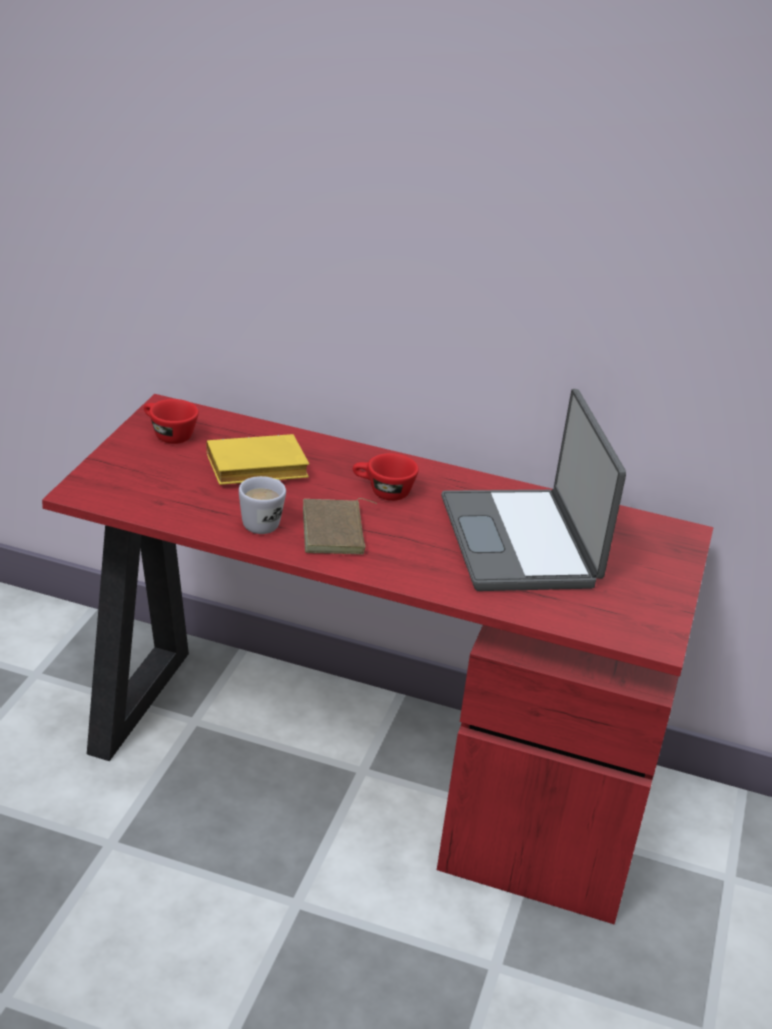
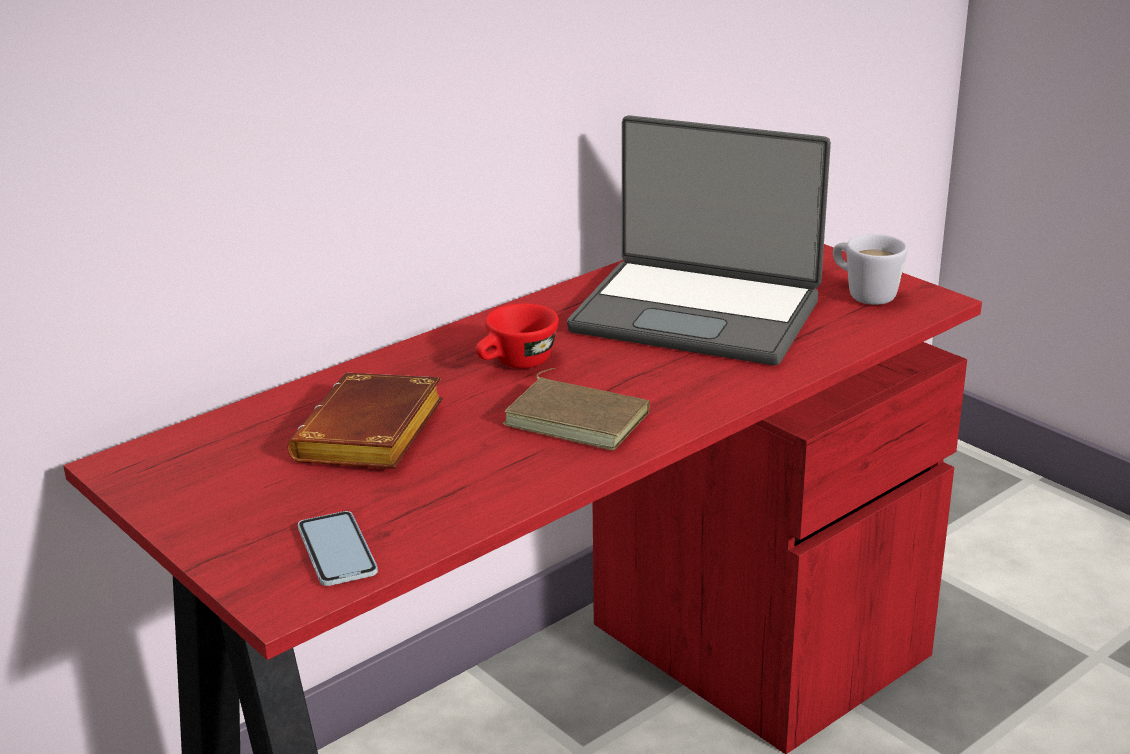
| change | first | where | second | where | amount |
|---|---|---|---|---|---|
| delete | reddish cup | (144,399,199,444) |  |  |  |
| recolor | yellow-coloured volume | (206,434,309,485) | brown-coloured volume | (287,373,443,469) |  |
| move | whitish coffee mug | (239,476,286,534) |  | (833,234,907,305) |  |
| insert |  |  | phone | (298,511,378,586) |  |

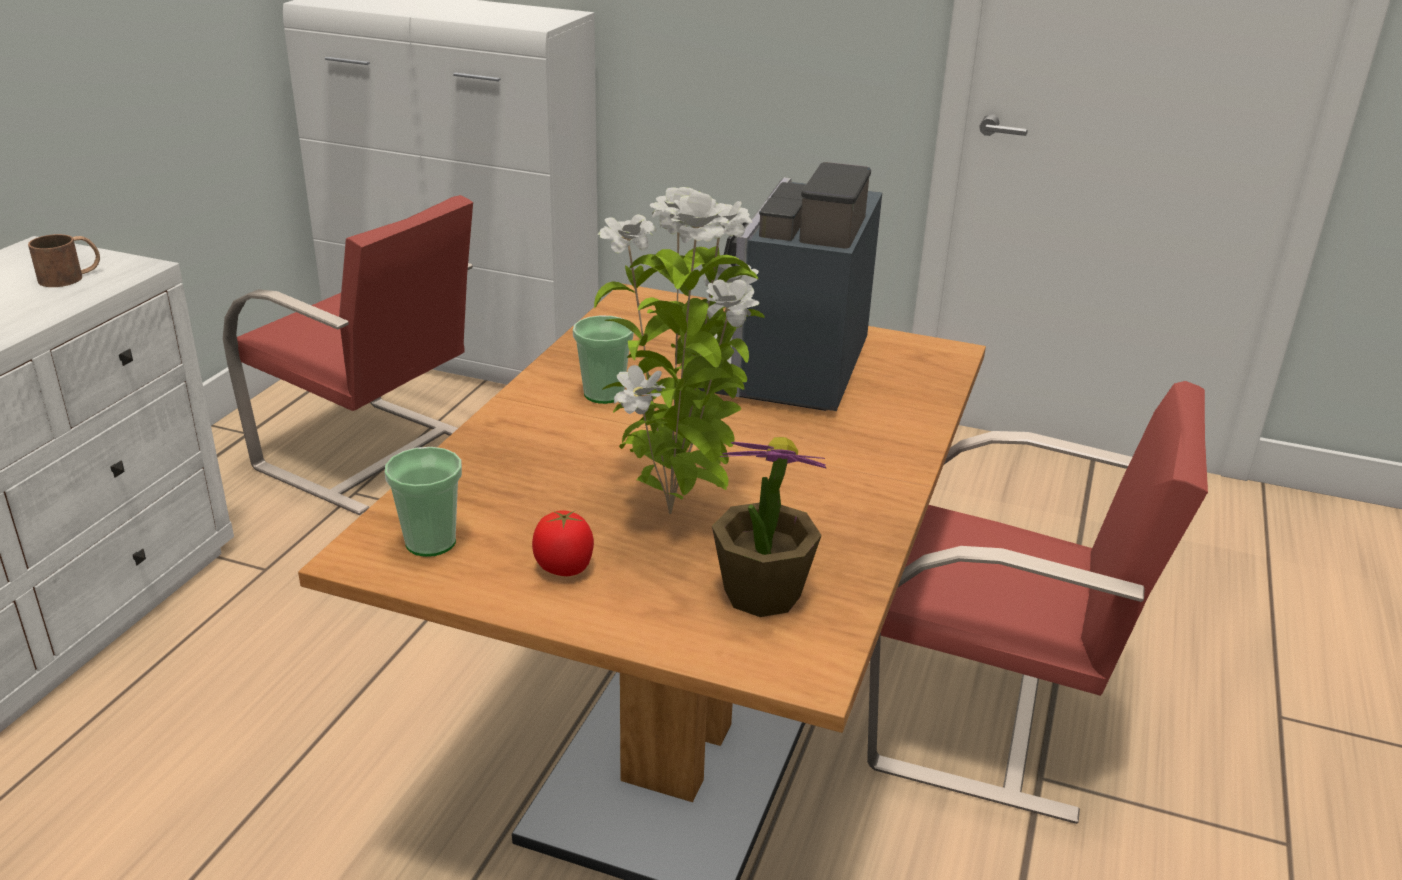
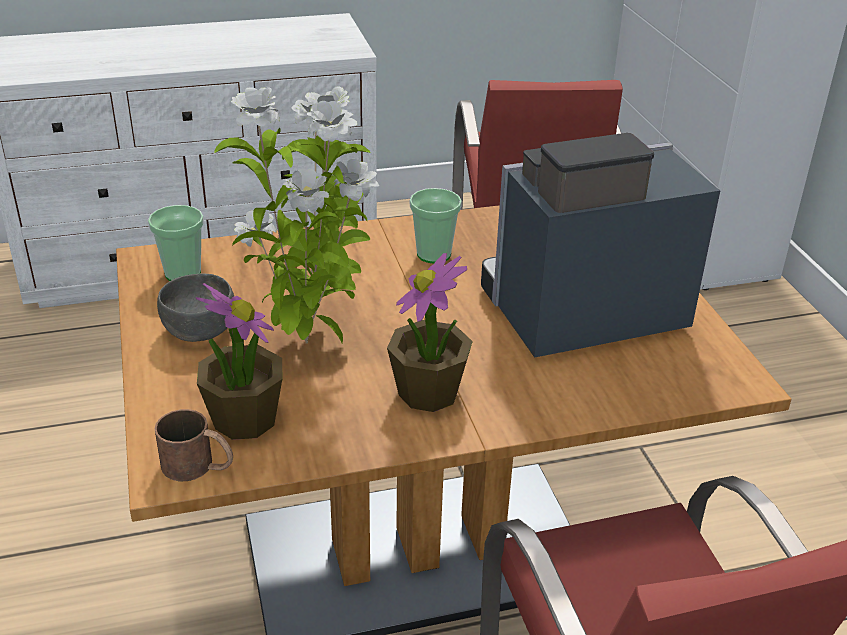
| change | first | where | second | where | amount |
|---|---|---|---|---|---|
| move | brown-coloured coffee mug | (28,234,100,287) |  | (155,409,233,481) |  |
| replace | fresh tomato | (532,510,594,576) | greyish bowl | (157,274,234,342) |  |
| insert |  |  | houseplant | (387,253,473,412) |  |

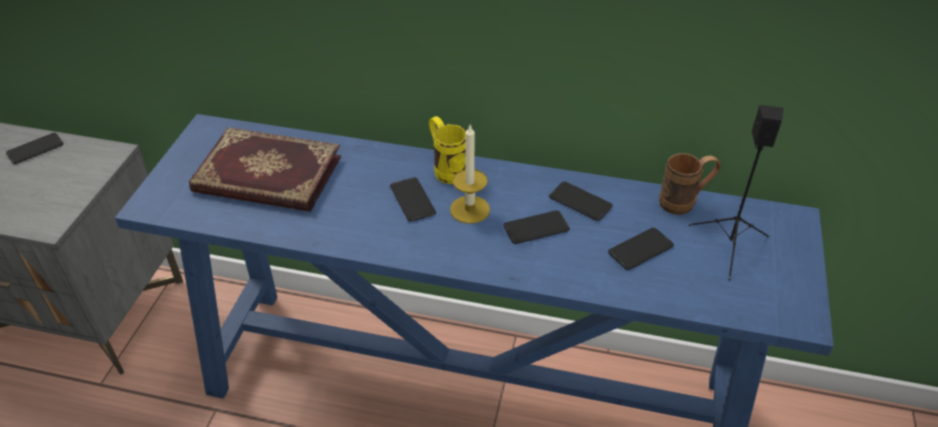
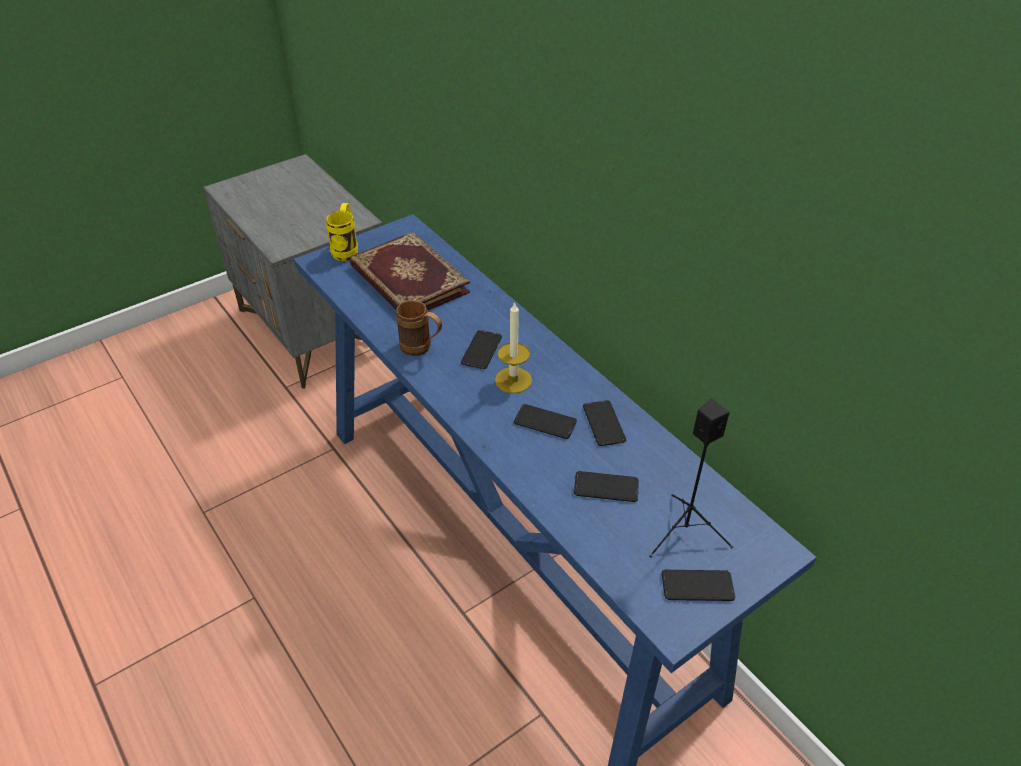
| change | first | where | second | where | amount |
|---|---|---|---|---|---|
| move | phone | (6,133,64,164) |  | (662,570,735,601) |  |
| move | yellow-coloured coffee mug | (429,116,466,184) |  | (326,203,358,261) |  |
| move | brown-coloured coffee mug | (659,153,721,215) |  | (396,300,442,356) |  |

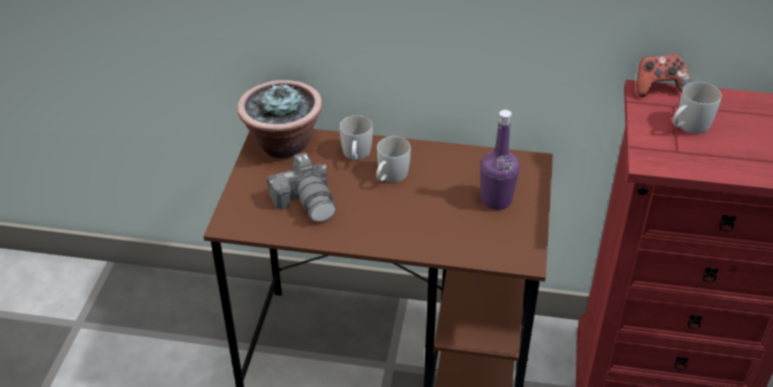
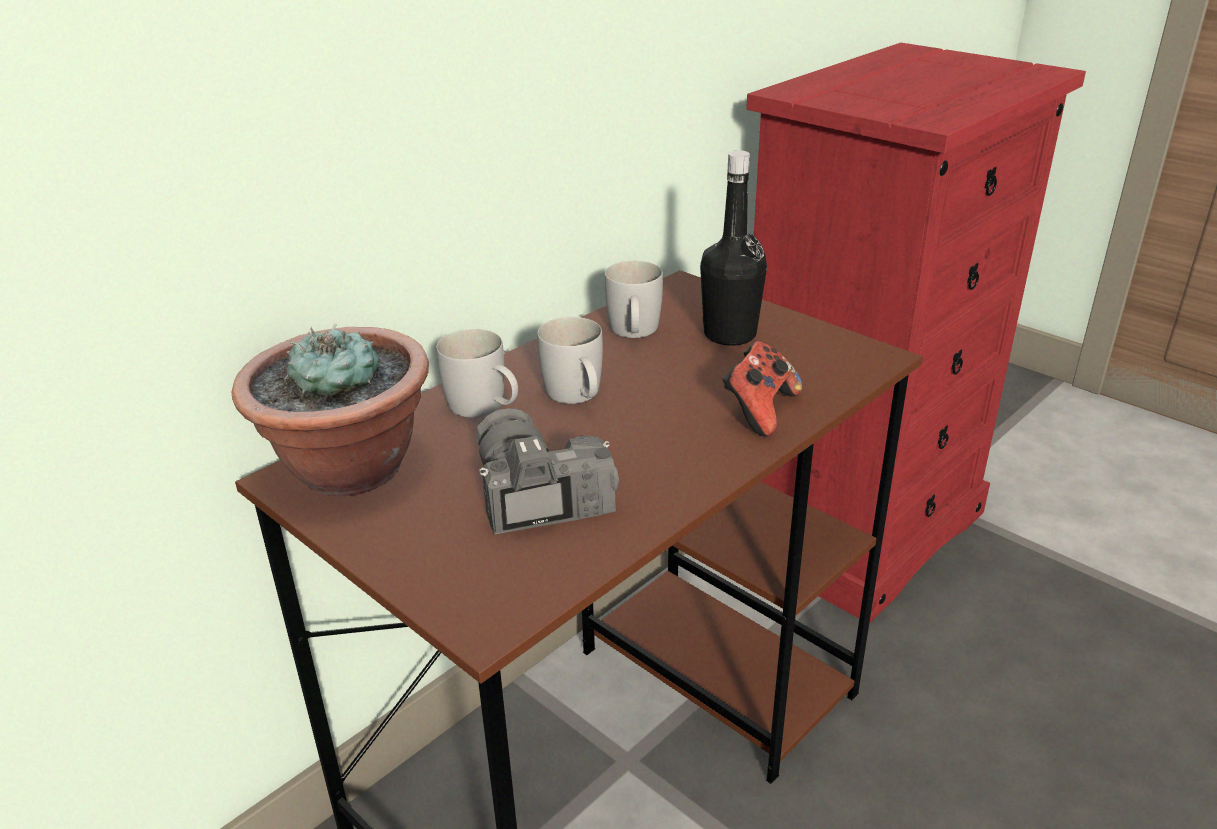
| change | first | where | second | where | amount |
|---|---|---|---|---|---|
| rotate | photo camera | (267,152,337,222) |  | (476,408,619,535) | 120 degrees counterclockwise |
| recolor | purple-coloured beverage bottle | (480,110,519,210) | black-coloured beverage bottle | (700,150,767,346) |  |
| move | gamepad | (637,54,690,97) |  | (722,341,802,437) |  |
| move | whitish coffee mug | (673,82,722,134) |  | (605,261,663,338) |  |

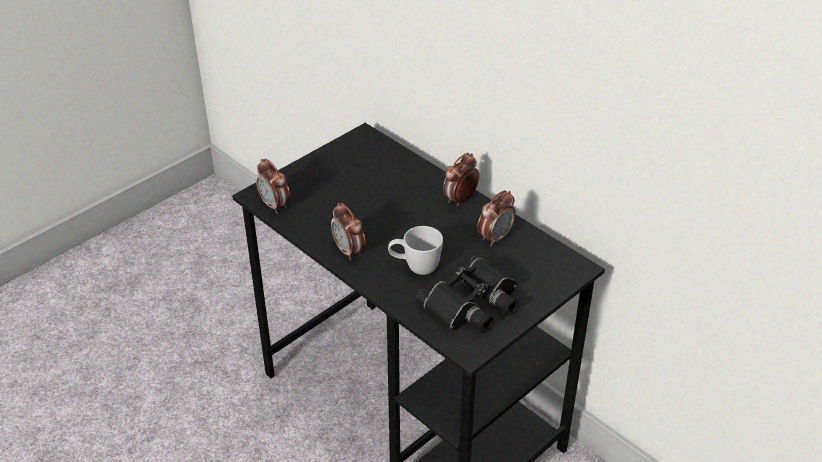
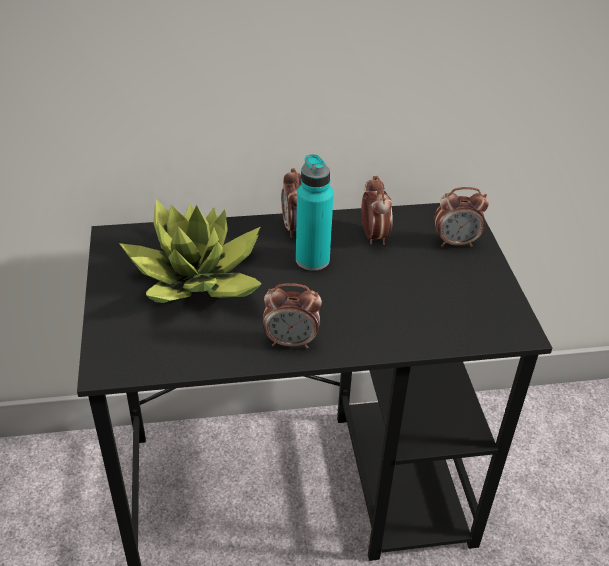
| change | first | where | second | where | amount |
|---|---|---|---|---|---|
| move | bedside clock | (256,159,290,214) |  | (434,187,489,247) |  |
| delete | whitish coffee mug | (388,226,443,275) |  |  |  |
| delete | black-coloured pair of binoculars | (416,255,519,333) |  |  |  |
| insert |  |  | houseplant | (119,198,262,303) |  |
| insert |  |  | blue-green beverage bottle | (296,154,334,271) |  |

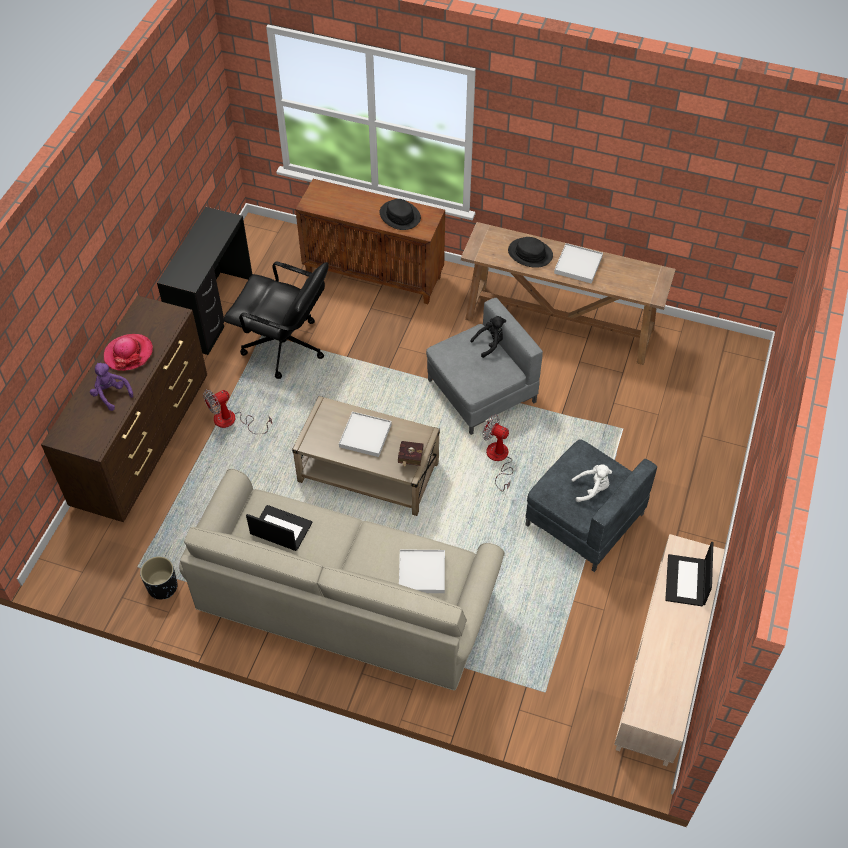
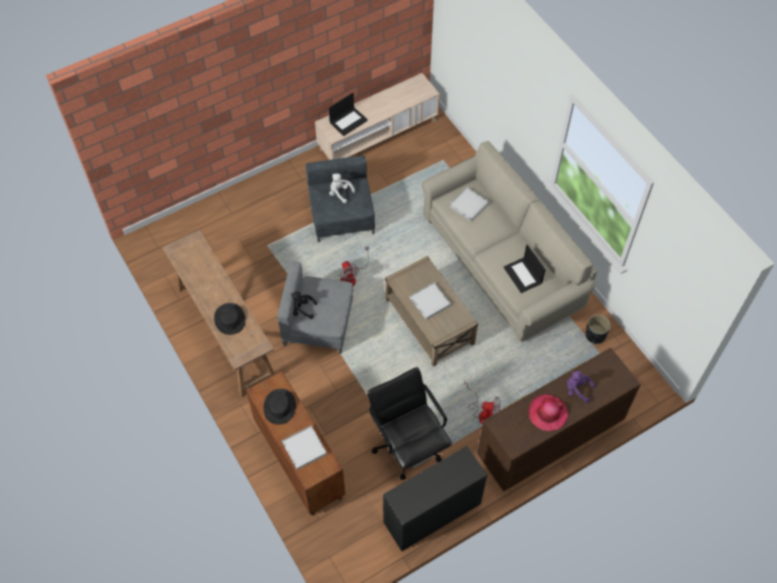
| change | first | where | second | where | amount |
|---|---|---|---|---|---|
| rotate | purple-coloured cuddly toy | (90,362,133,411) |  | (567,371,595,403) | 120 degrees clockwise |
| delete | reddish volume | (398,441,424,467) |  |  |  |
| move | whitish serving tray | (554,243,603,284) |  | (282,425,327,470) |  |

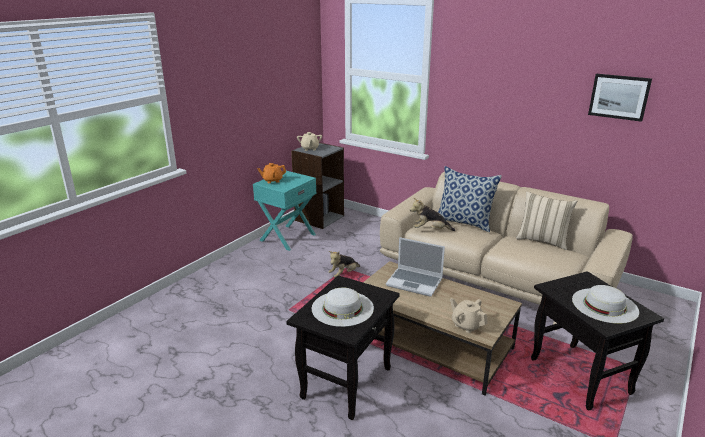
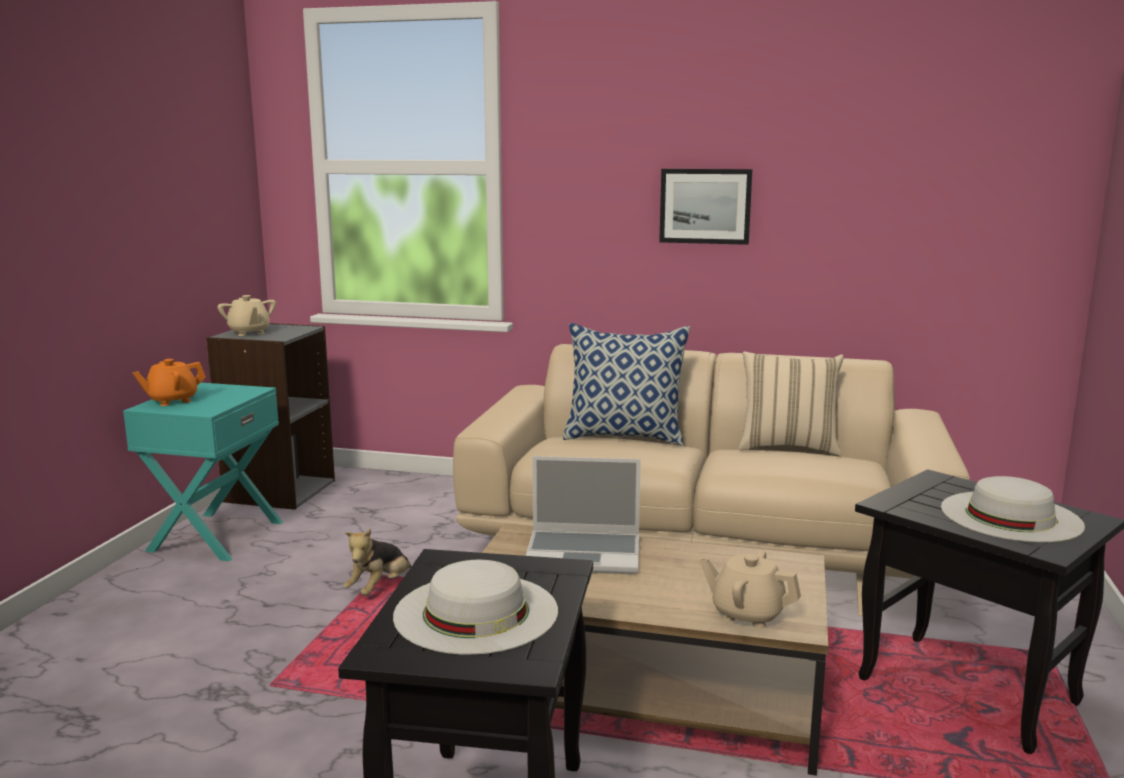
| change | first | where | second | where | amount |
|---|---|---|---|---|---|
| delete | cuddly toy | (410,198,455,231) |  |  |  |
| move | picture | (588,74,652,122) |  | (659,169,753,245) |  |

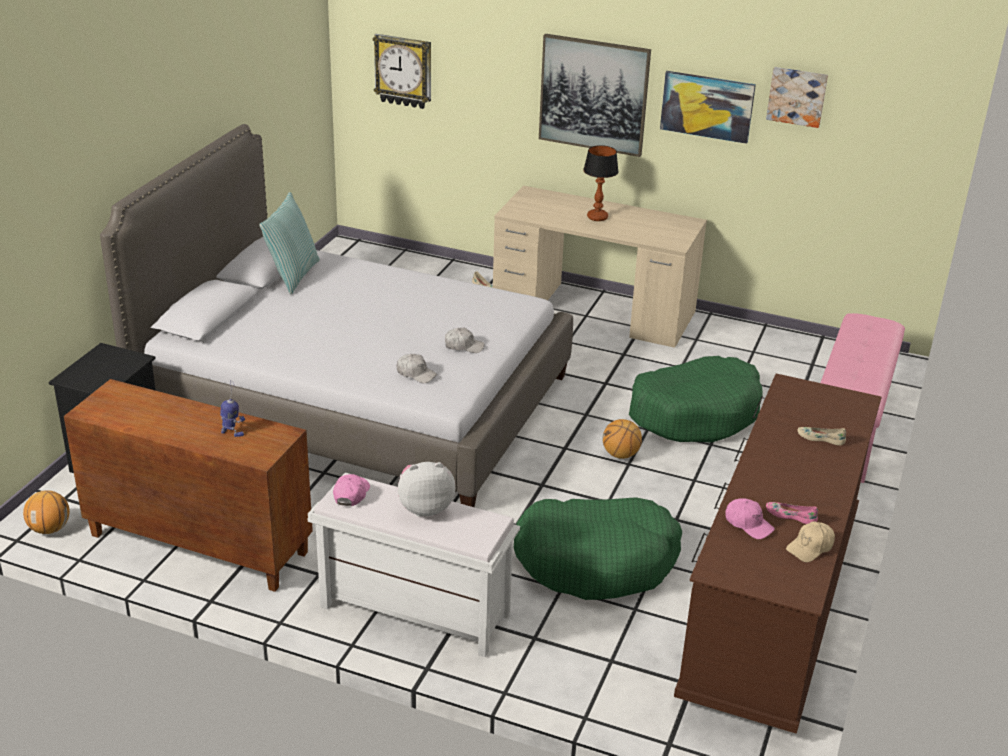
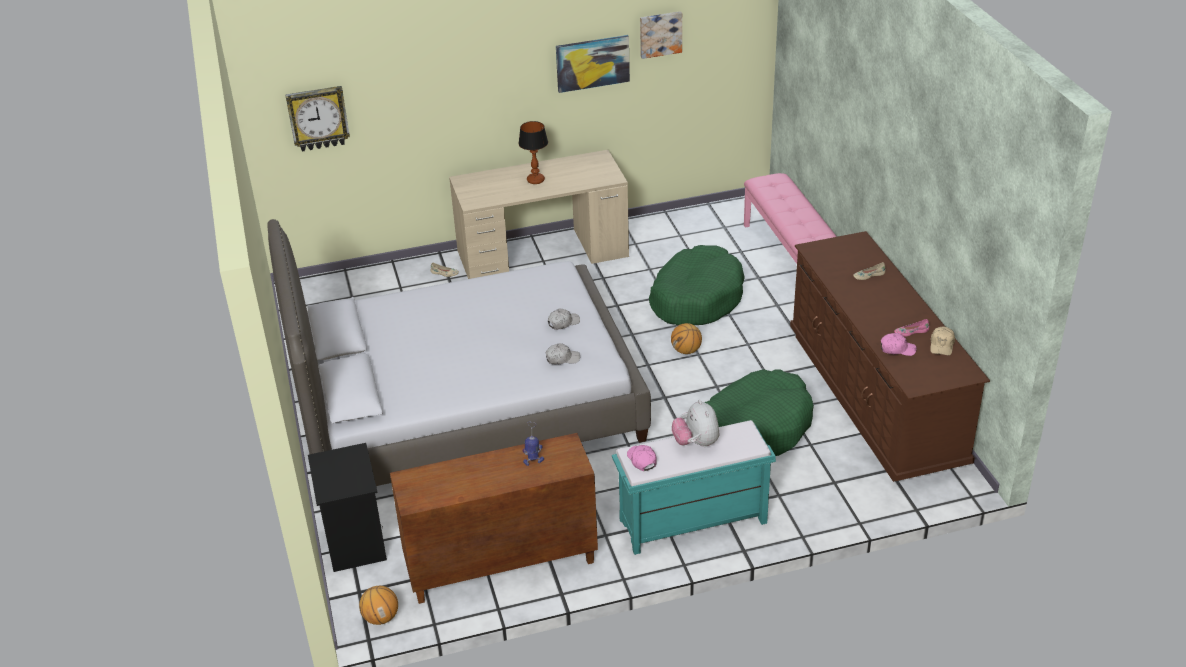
| change | first | where | second | where | amount |
|---|---|---|---|---|---|
| delete | cushion | (259,192,320,295) |  |  |  |
| recolor | whitish long seat | (308,473,520,657) | blue-green long seat | (612,420,776,555) |  |
| rotate | cuddly toy | (398,462,455,517) |  | (672,400,719,447) | 60 degrees counterclockwise |
| delete | picture | (539,34,651,157) |  |  |  |

